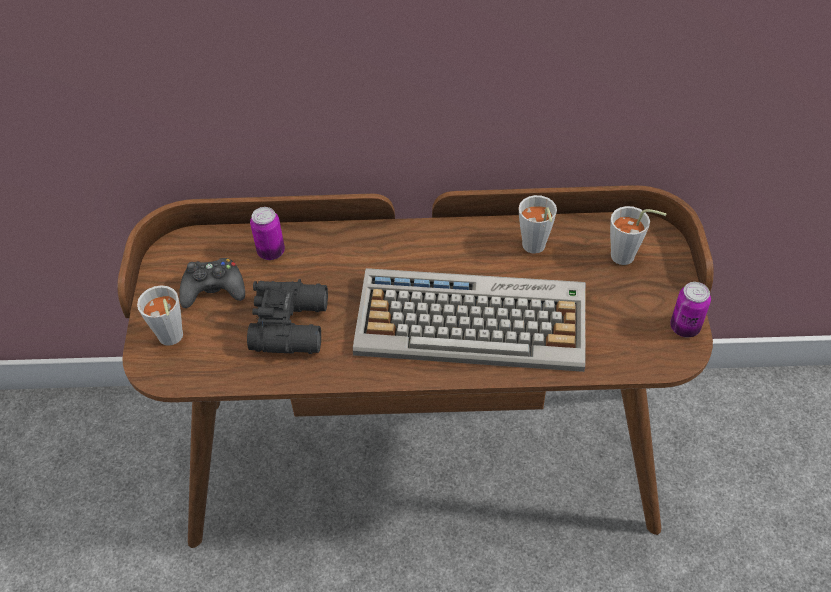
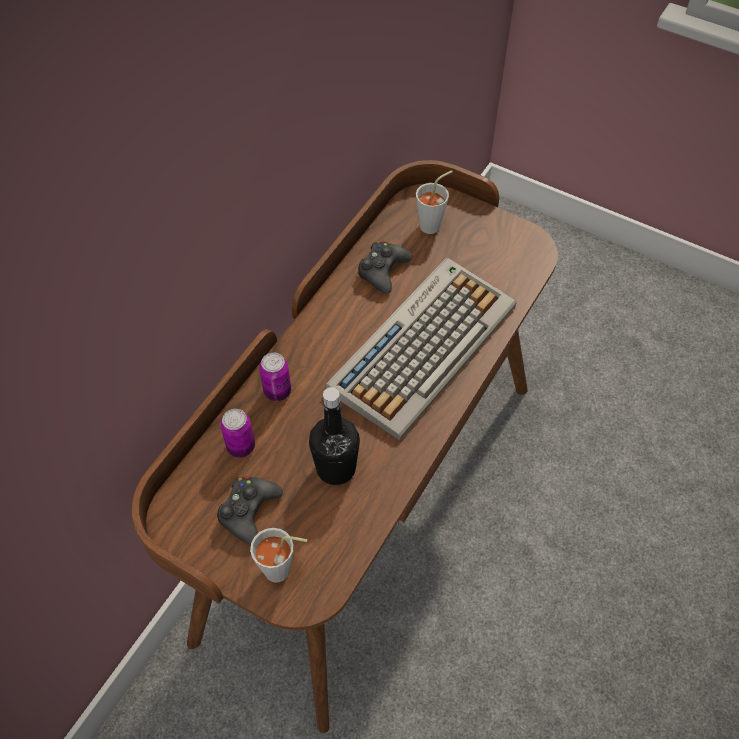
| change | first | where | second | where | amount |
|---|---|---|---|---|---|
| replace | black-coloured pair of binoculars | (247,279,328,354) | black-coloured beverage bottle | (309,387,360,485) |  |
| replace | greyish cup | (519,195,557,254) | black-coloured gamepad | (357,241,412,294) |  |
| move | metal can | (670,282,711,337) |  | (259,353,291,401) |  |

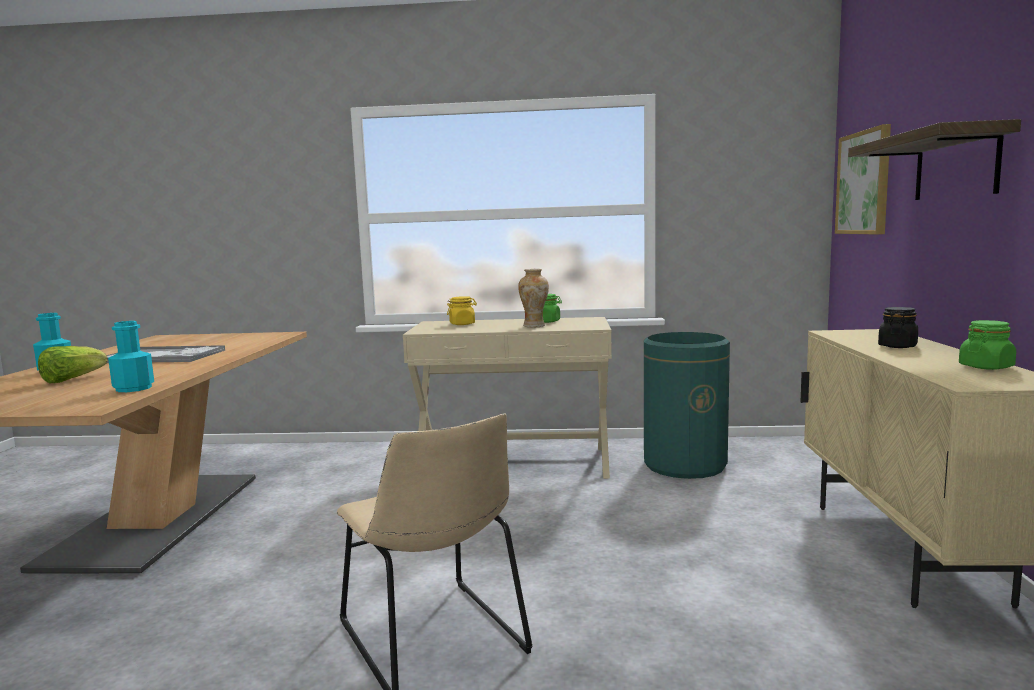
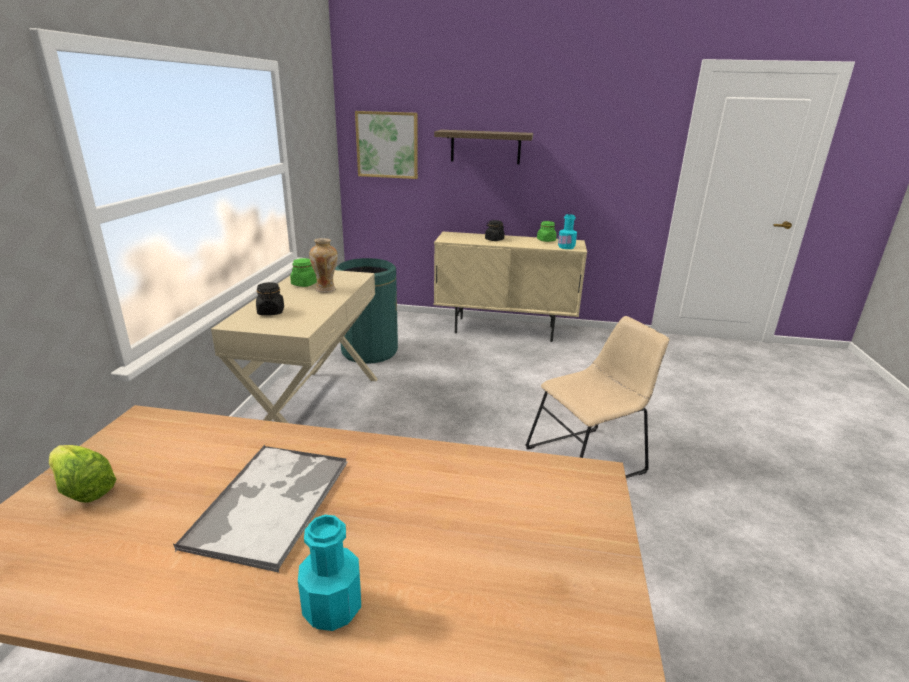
| change | first | where | second | where | amount |
|---|---|---|---|---|---|
| move | lettuce | (38,346,108,383) |  | (49,445,117,503) |  |
| move | blue-green beverage bottle | (108,321,154,392) |  | (558,214,577,249) |  |
| recolor | yellow-coloured jar | (447,296,477,325) | black-coloured jar | (256,282,284,315) |  |

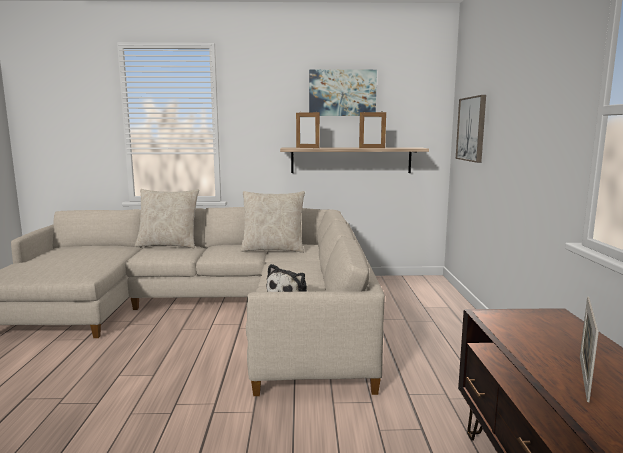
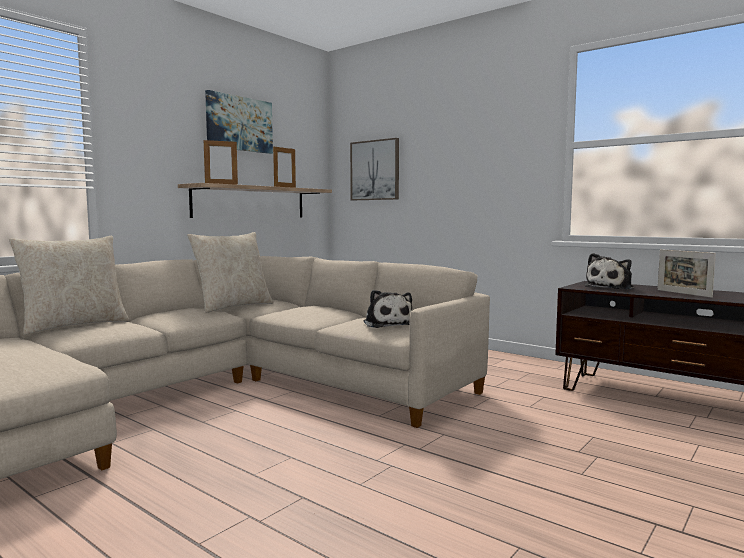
| change | first | where | second | where | amount |
|---|---|---|---|---|---|
| insert |  |  | cuddly toy | (584,253,634,290) |  |

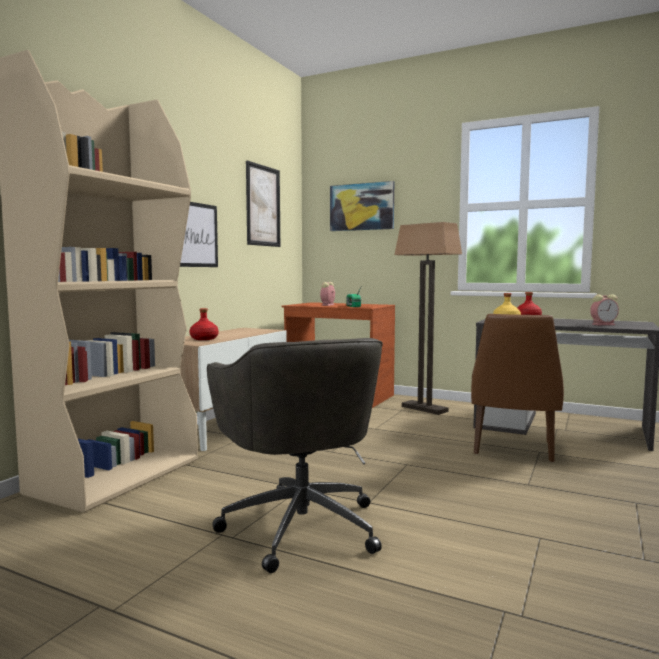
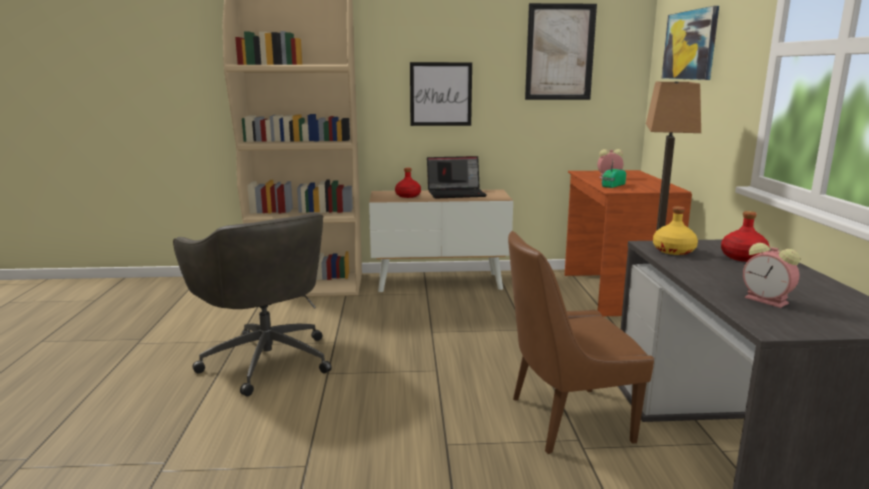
| change | first | where | second | where | amount |
|---|---|---|---|---|---|
| rotate | greyish office chair | (207,338,383,573) |  | (173,213,332,396) | 75 degrees counterclockwise |
| insert |  |  | laptop | (427,156,487,199) |  |

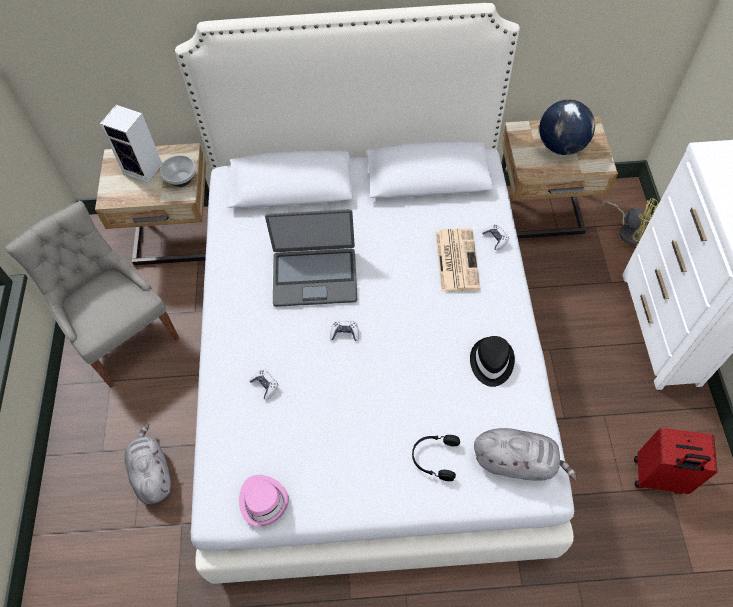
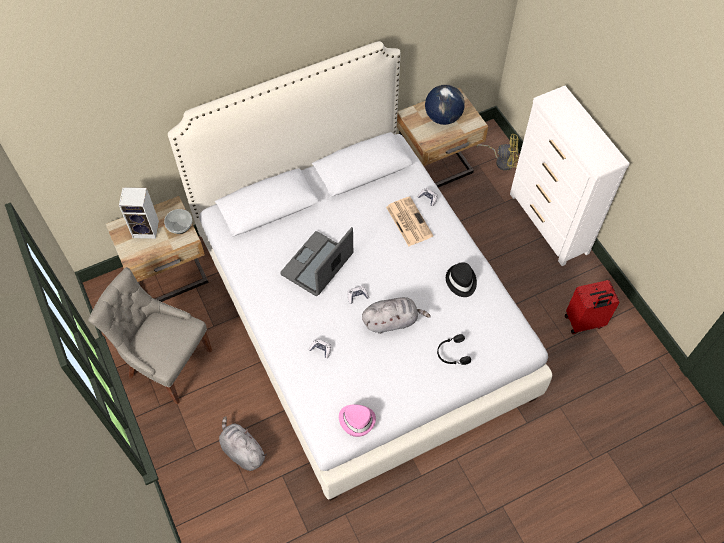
| change | first | where | second | where | amount |
|---|---|---|---|---|---|
| rotate | laptop | (265,209,357,307) |  | (280,227,353,296) | 150 degrees clockwise |
| move | greyish cuddly toy | (474,428,577,481) |  | (362,297,431,334) |  |

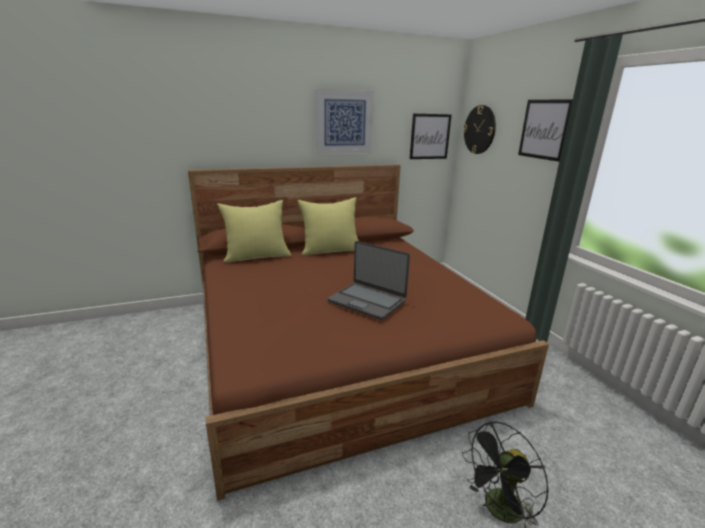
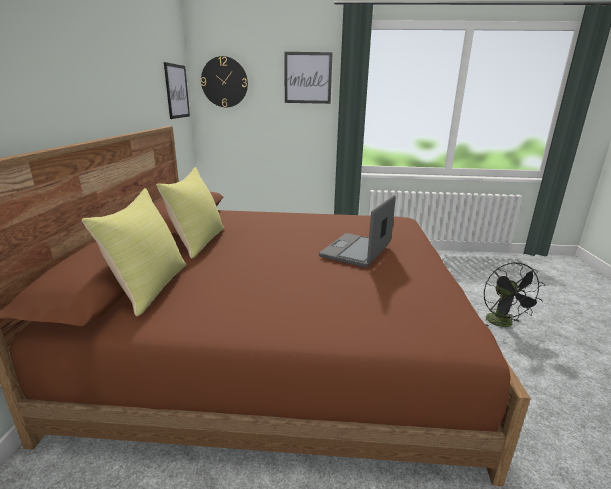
| change | first | where | second | where | amount |
|---|---|---|---|---|---|
| delete | picture | (316,89,374,154) |  |  |  |
| rotate | laptop | (327,241,410,320) |  | (319,195,396,267) | 150 degrees clockwise |

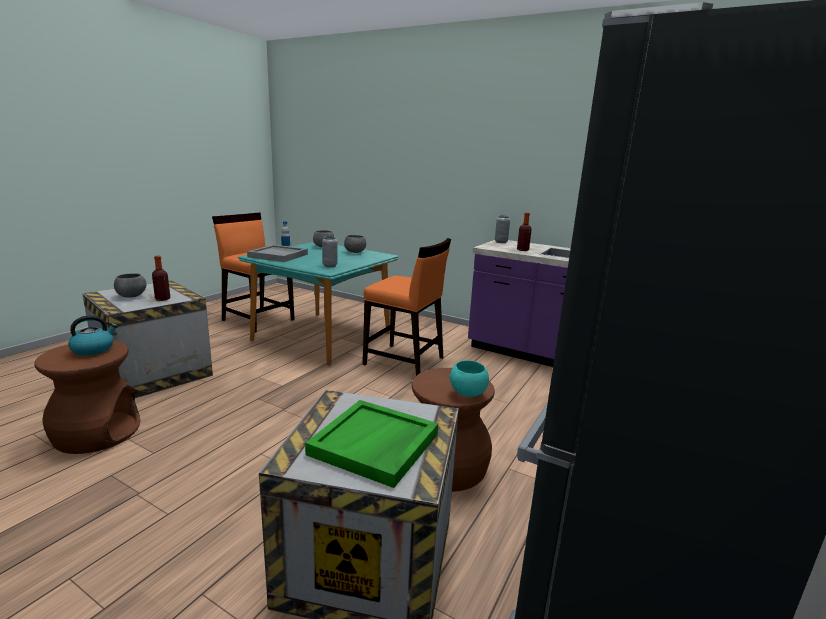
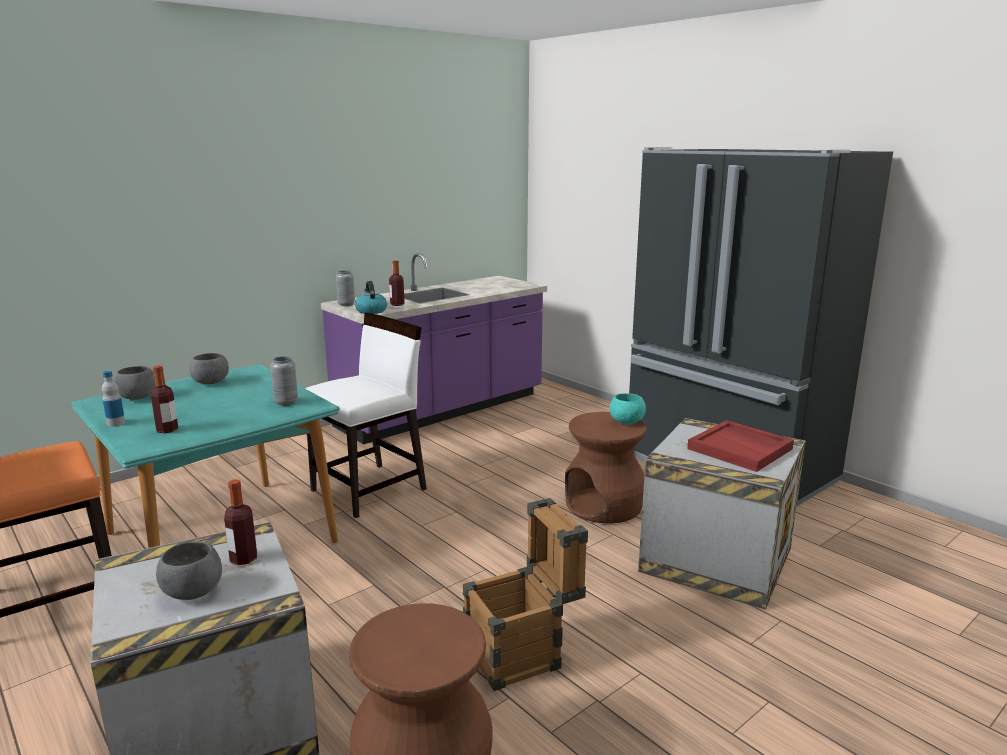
| change | first | where | second | where | amount |
|---|---|---|---|---|---|
| move | kettle | (68,315,118,356) |  | (355,281,387,314) |  |
| replace | greyish serving tray | (247,245,308,262) | beverage bottle | (151,365,178,433) |  |
| recolor | green-coloured serving tray | (305,400,438,488) | reddish serving tray | (687,420,794,472) |  |
| recolor | orange chair | (363,238,451,376) | whitish chair | (305,313,427,518) |  |
| insert |  |  | crate | (463,498,588,691) |  |

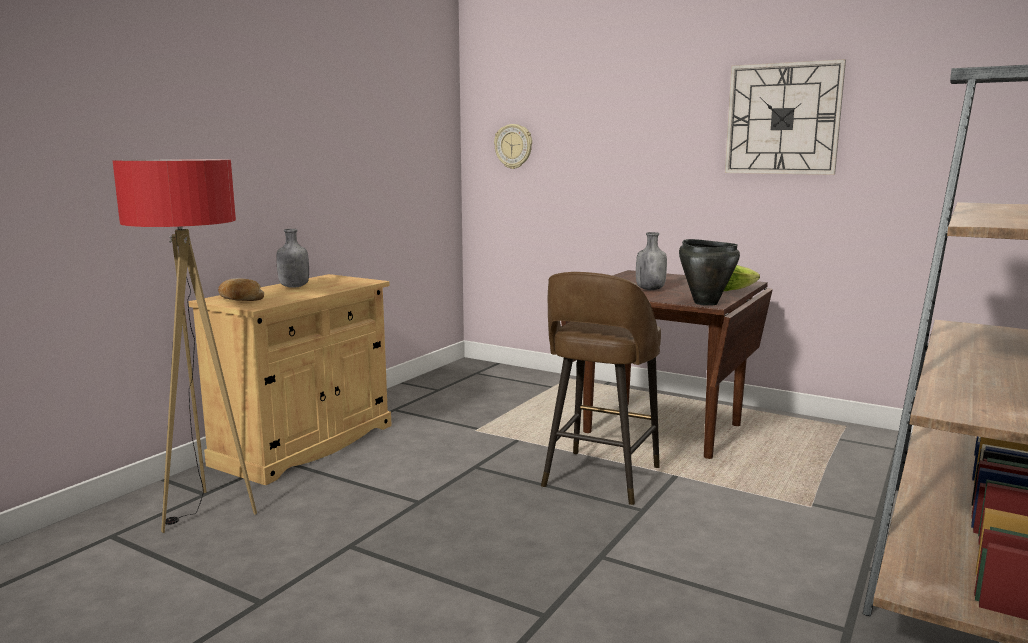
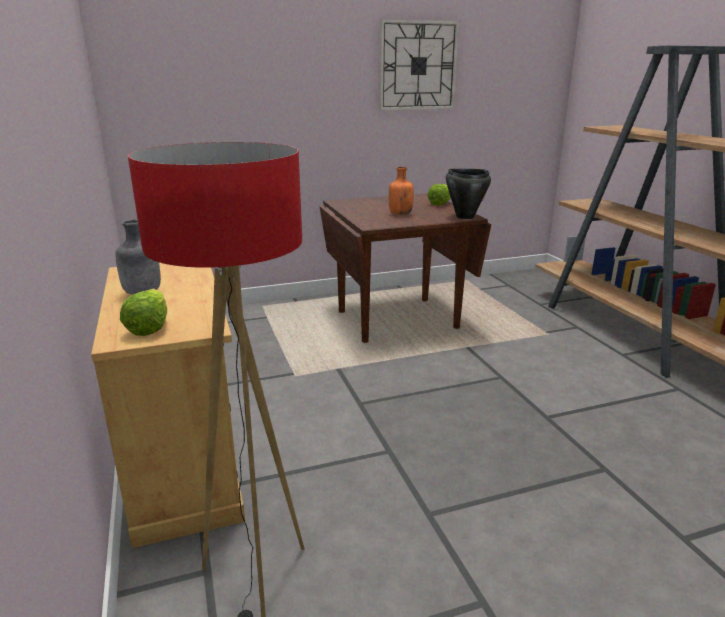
| change | first | where | second | where | amount |
|---|---|---|---|---|---|
| replace | baked bread | (218,278,264,301) | lettuce | (120,289,167,336) |  |
| delete | hanging clock | (494,124,532,169) |  |  |  |
| delete | brown-coloured stool seat | (541,272,661,505) |  |  |  |
| recolor | greyish beverage bottle | (636,232,667,290) | orange beverage bottle | (389,167,414,215) |  |

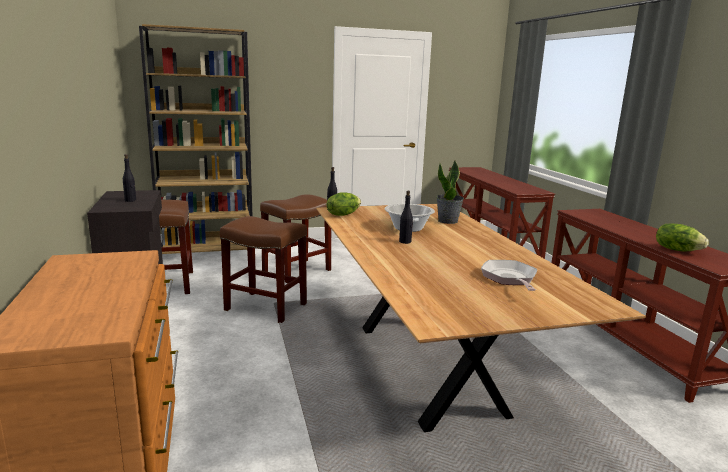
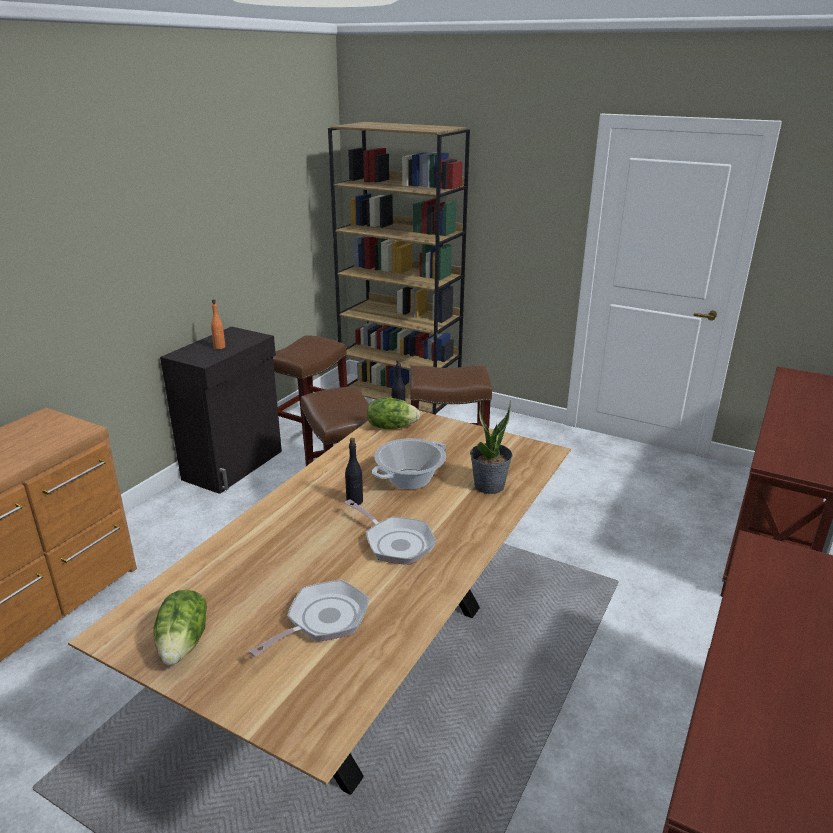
| change | first | where | second | where | amount |
|---|---|---|---|---|---|
| recolor | black-coloured beverage bottle | (123,154,136,202) | orange beverage bottle | (211,299,225,349) |  |
| move | lettuce | (656,224,709,251) |  | (153,590,207,665) |  |
| insert |  |  | frying pan | (344,499,436,565) |  |

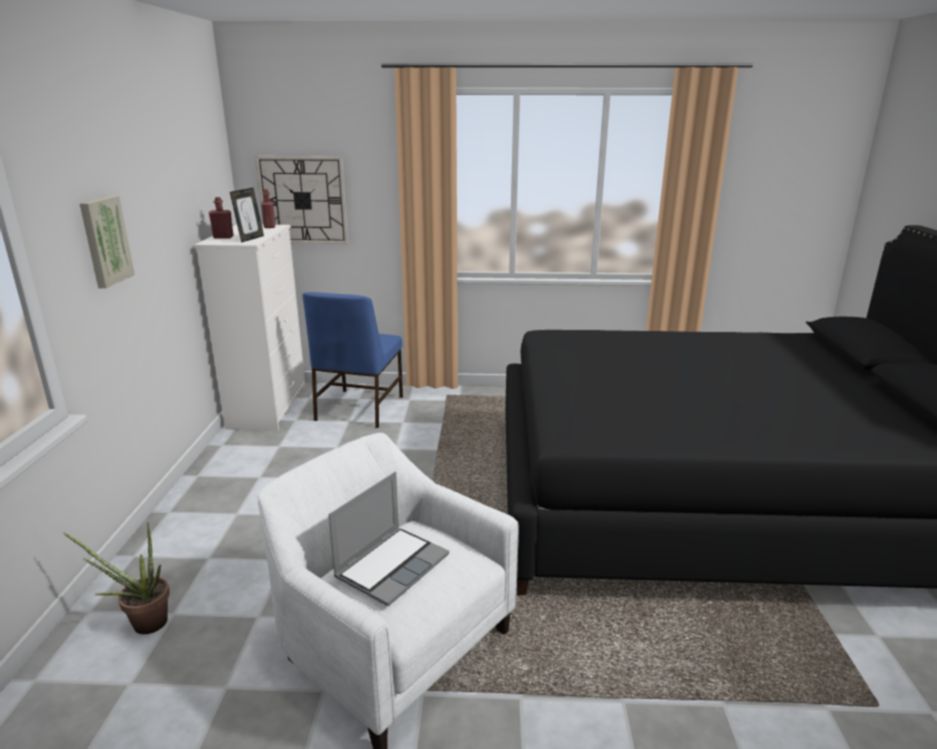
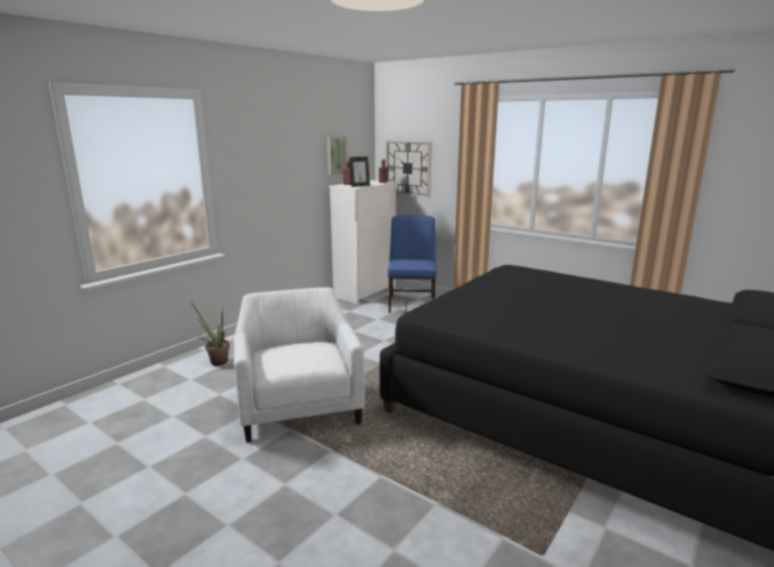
| change | first | where | second | where | amount |
|---|---|---|---|---|---|
| move | picture | (80,196,135,288) |  | (327,137,347,175) |  |
| rotate | bluish chair | (303,292,403,428) |  | (388,215,437,313) | 135 degrees clockwise |
| delete | laptop | (329,472,449,606) |  |  |  |

